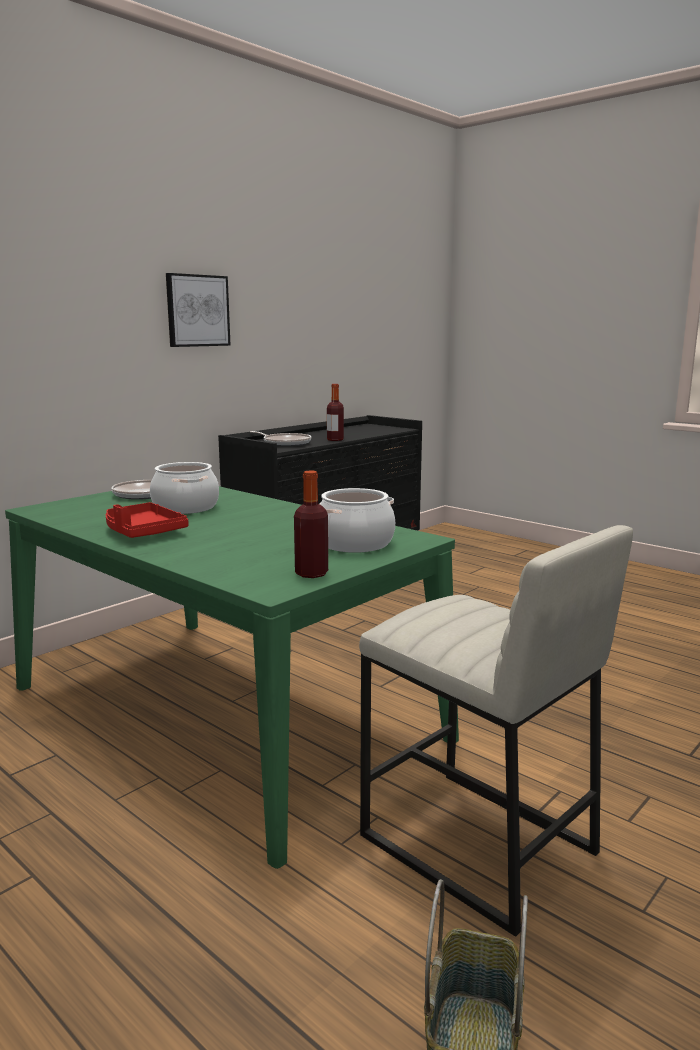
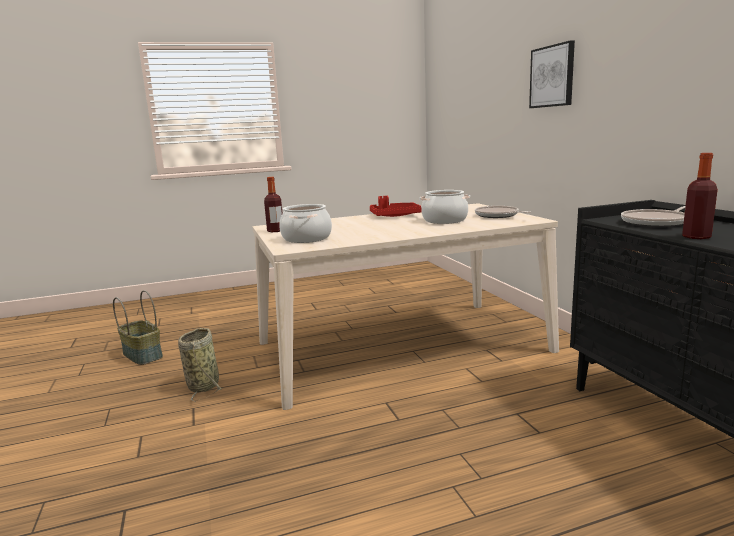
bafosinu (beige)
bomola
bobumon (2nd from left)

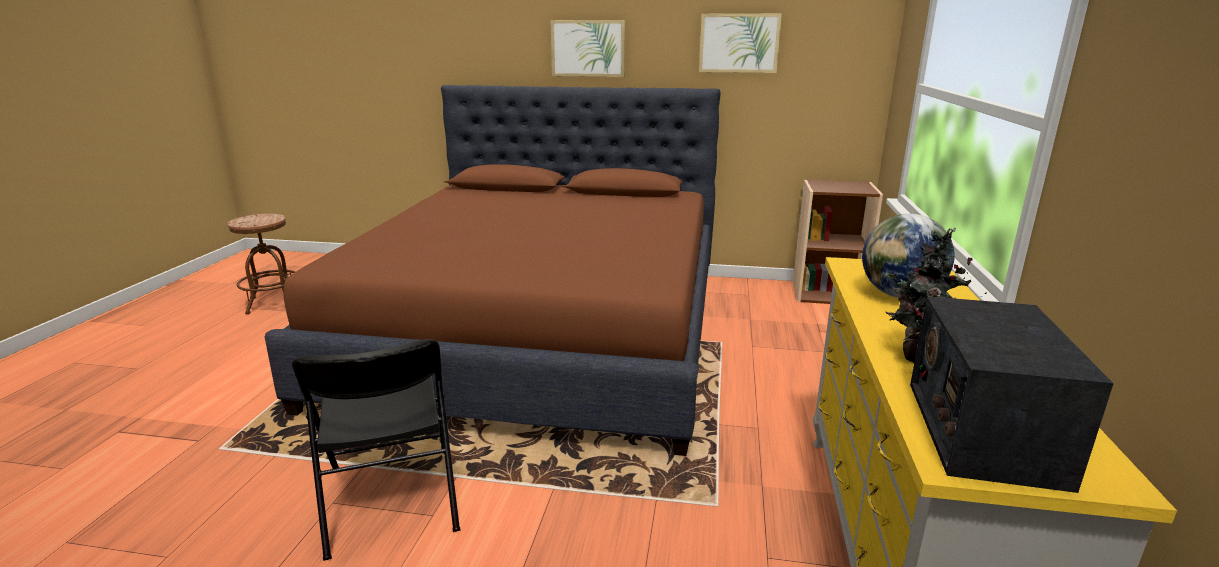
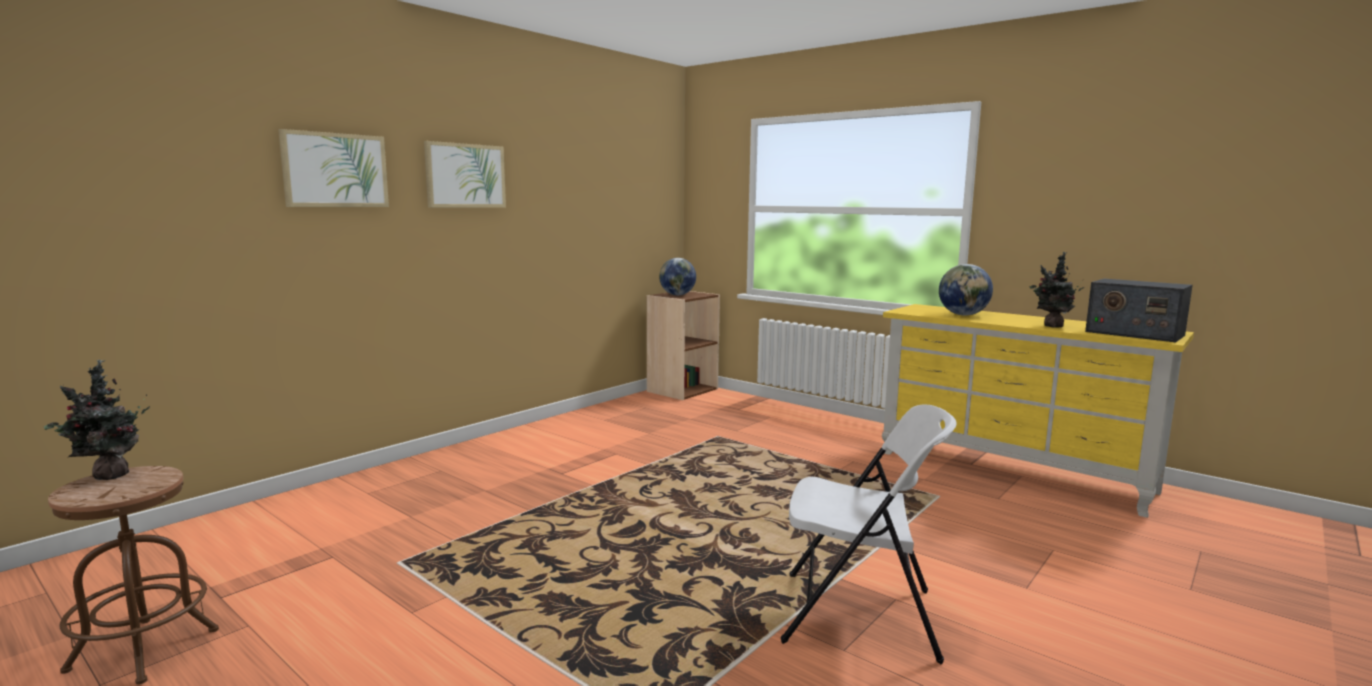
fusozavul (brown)
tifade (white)
bomola (1st from left)
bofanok (1st from left)
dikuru (1st from left)

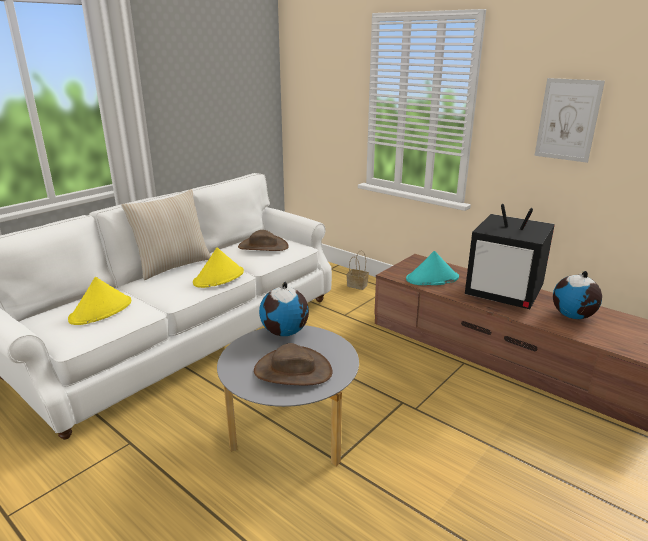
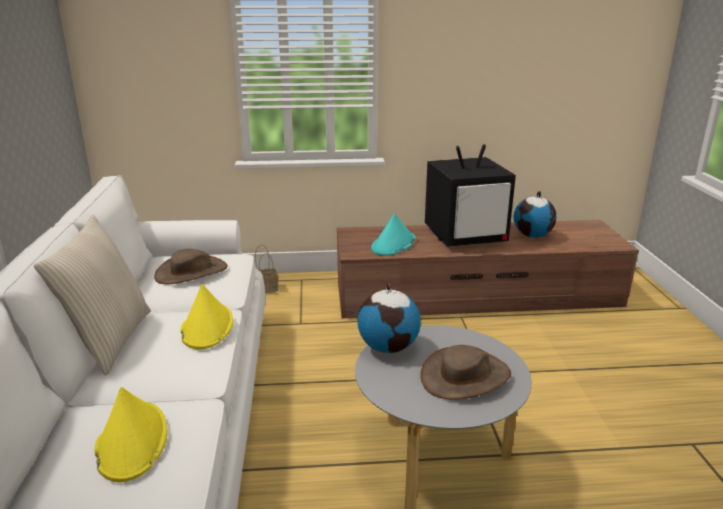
bomola

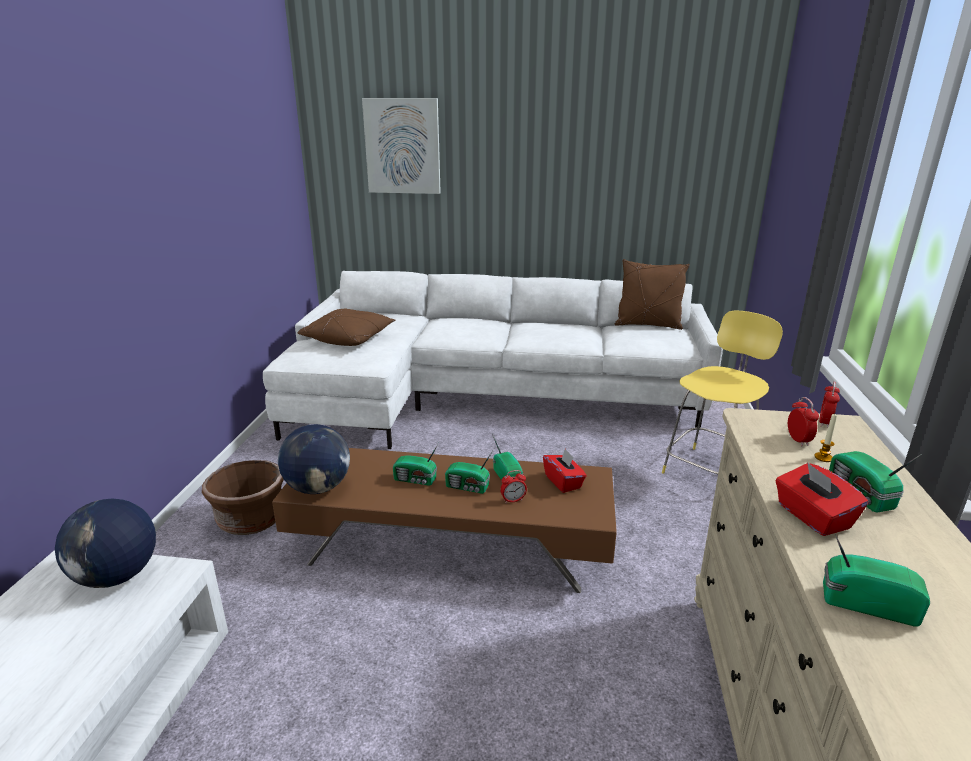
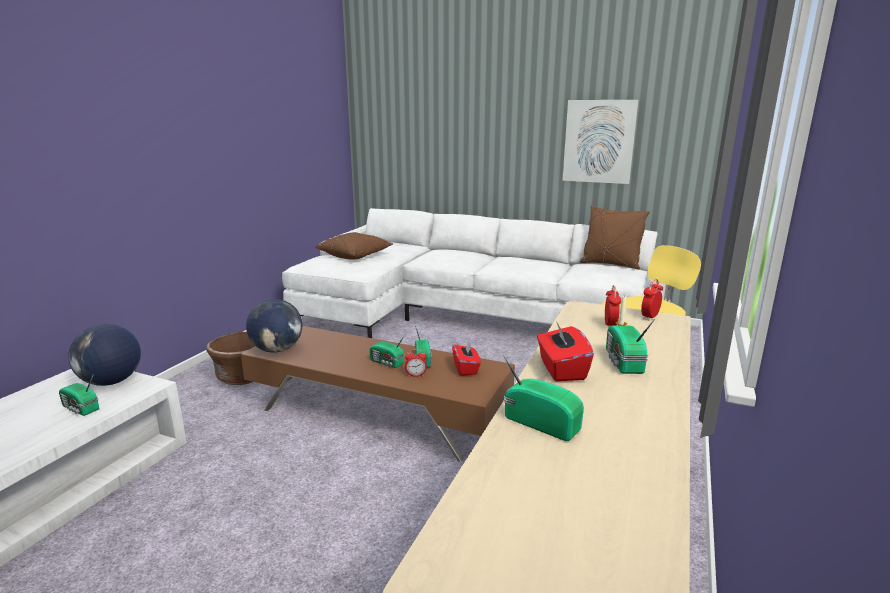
bomola
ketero (1st from left)

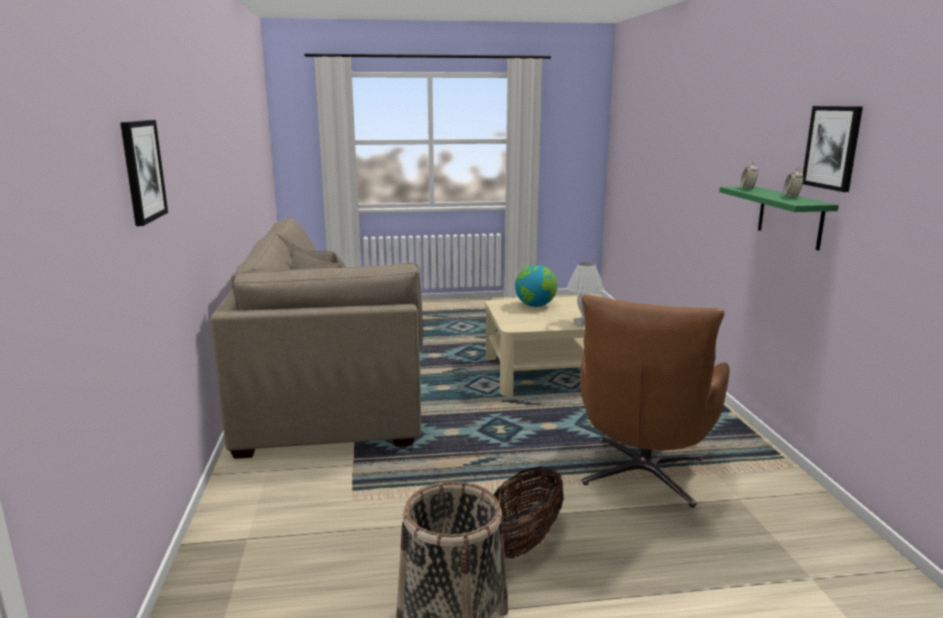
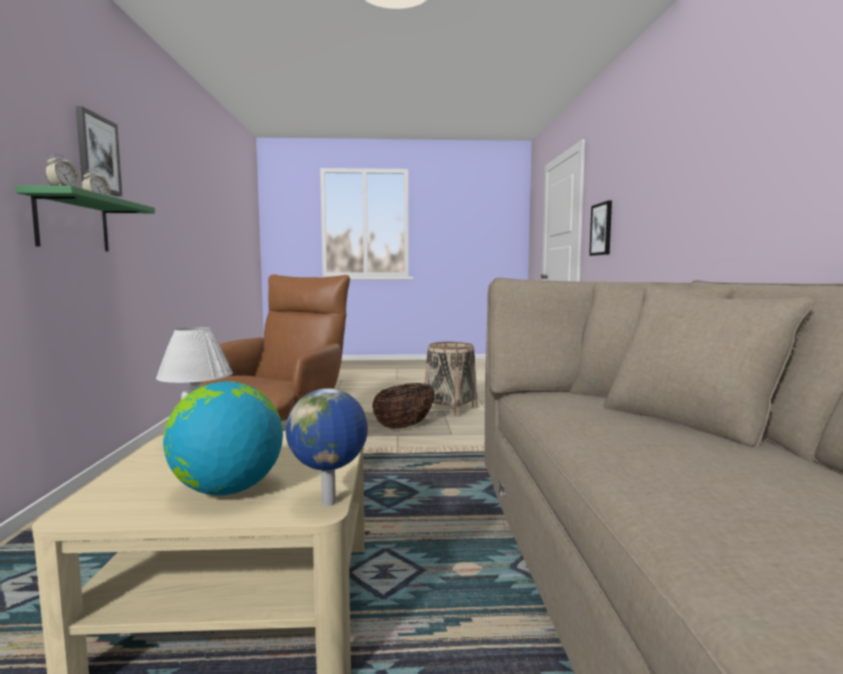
bomola (2nd from left)
dikuru (2nd from left)

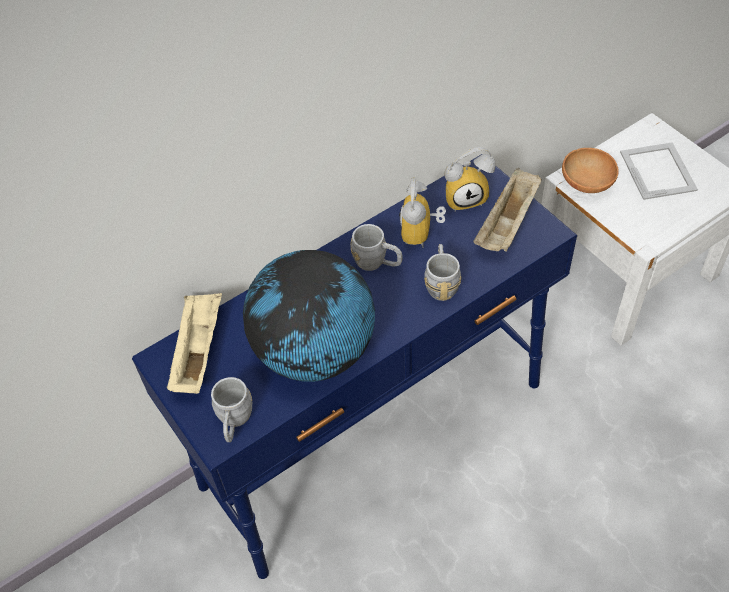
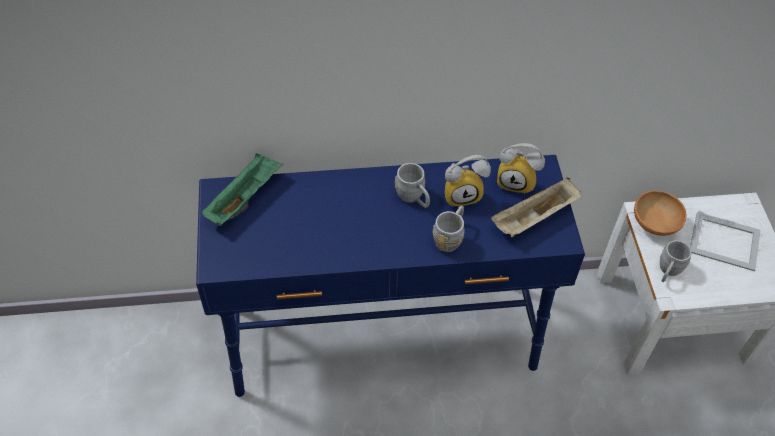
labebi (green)
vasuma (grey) (3rd from left)
dikuru
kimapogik (1st from left)
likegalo

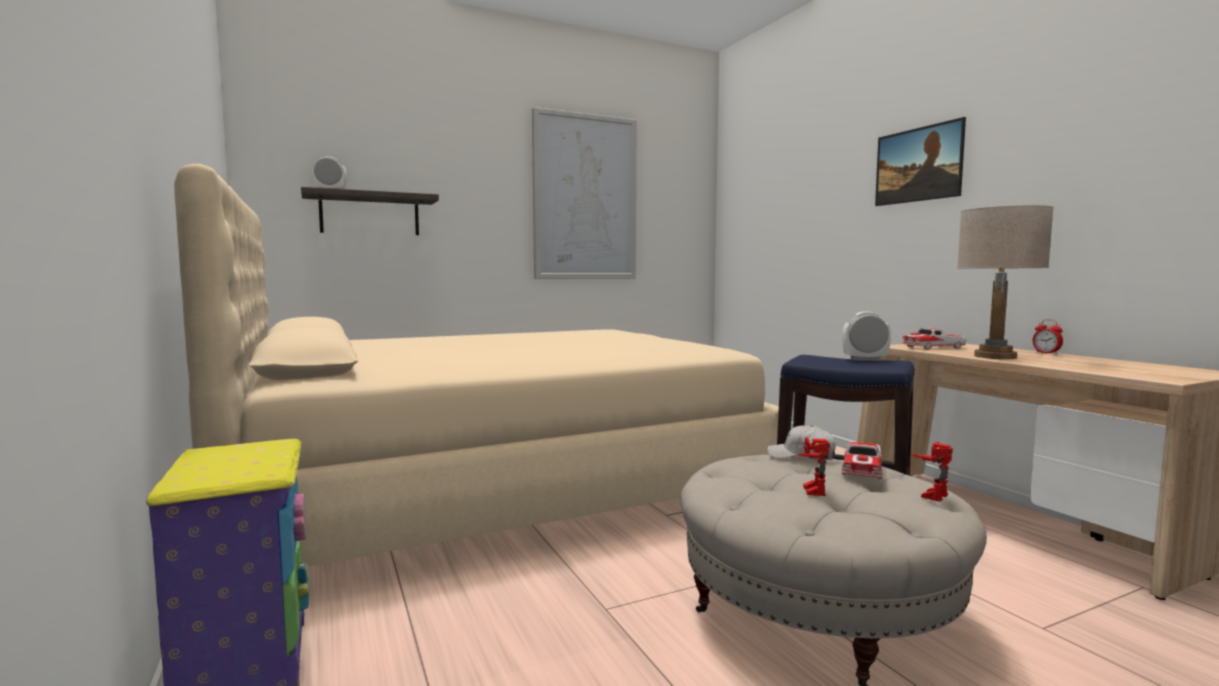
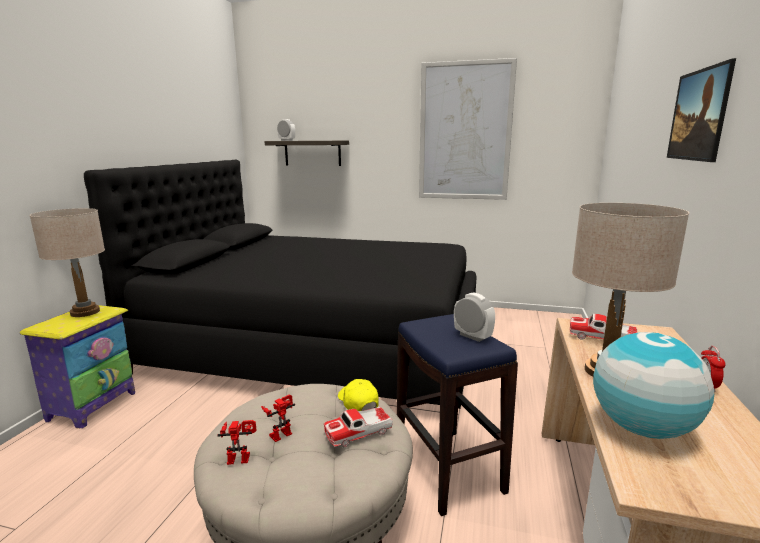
fusozavul (black)
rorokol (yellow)
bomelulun (1st from left)
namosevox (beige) (1st from left)
dikuru

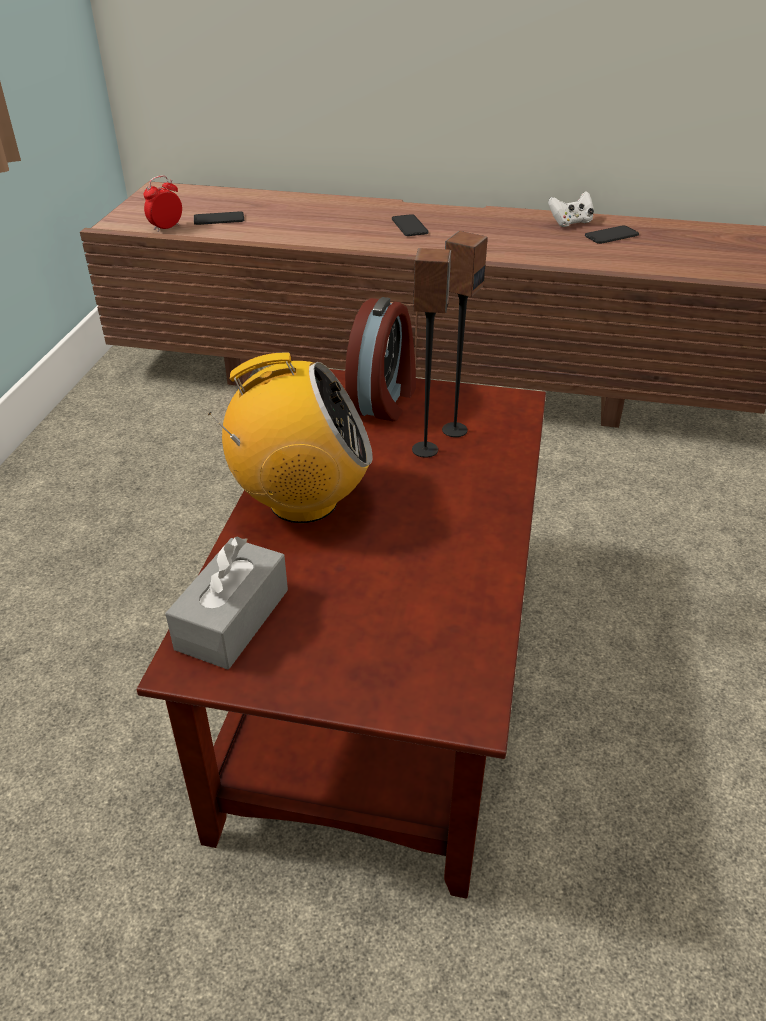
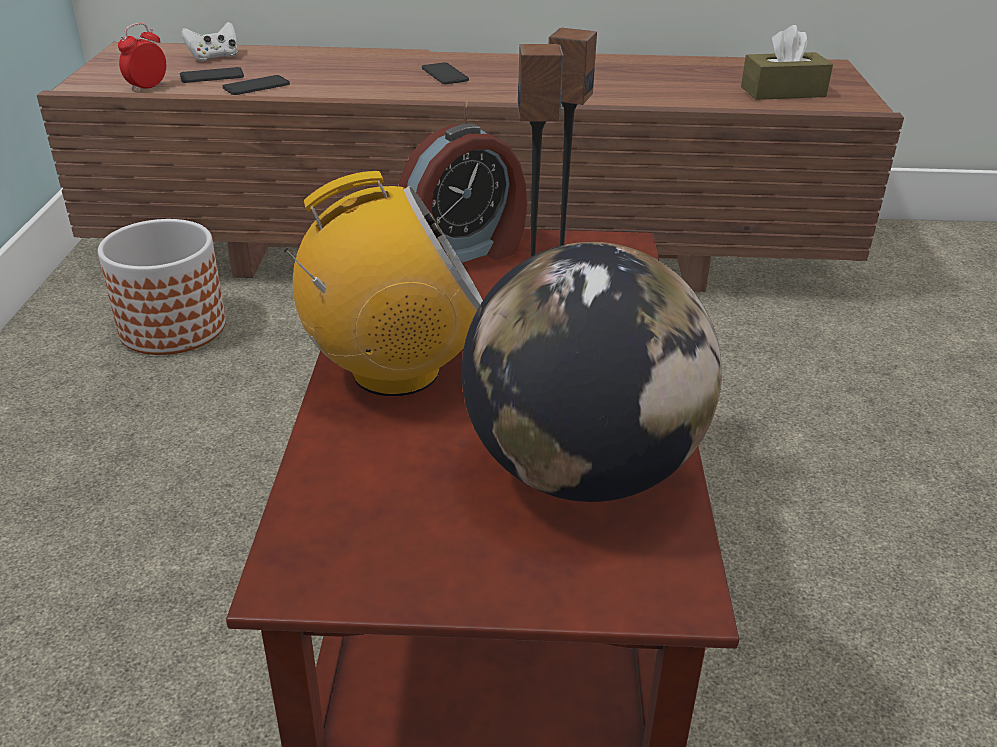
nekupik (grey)
kimapogik (2nd from left)
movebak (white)
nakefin (2nd from left)
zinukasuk
dikuru
nekupik (brown)

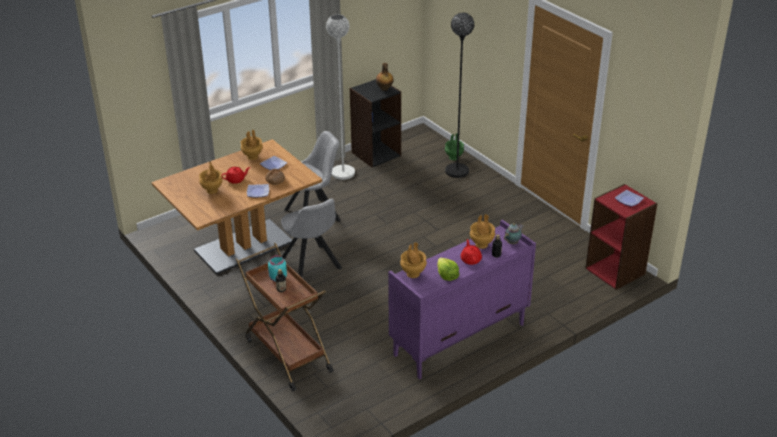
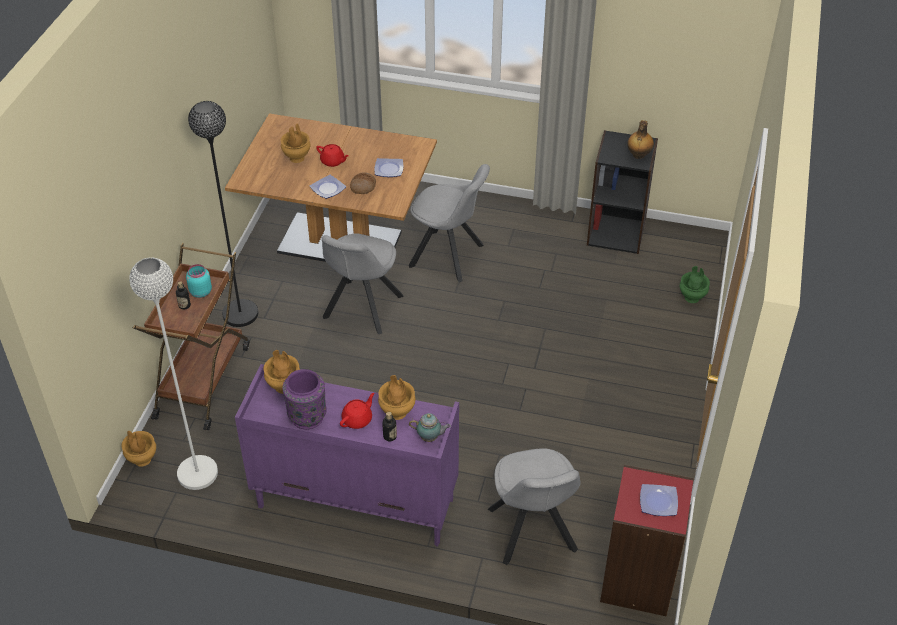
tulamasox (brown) (1st from left)
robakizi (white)
tulamasox (purple)
robakizi (black)
tifade (grey) (3rd from left)

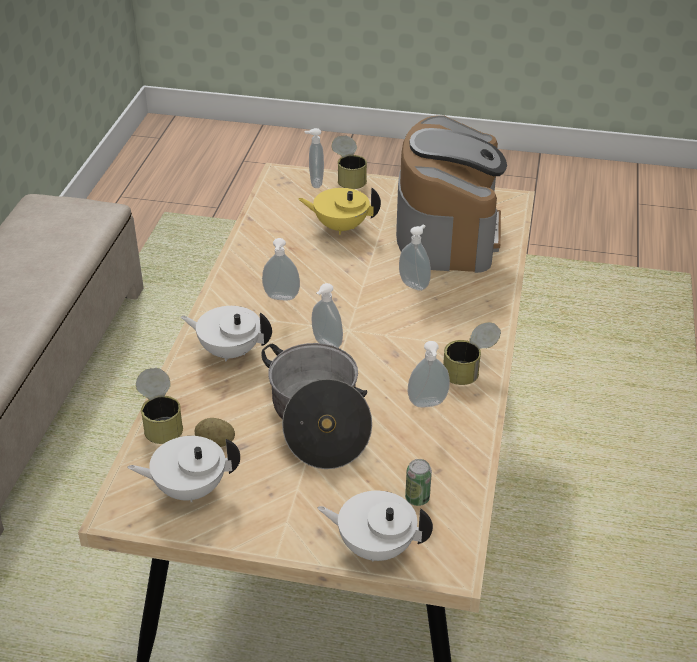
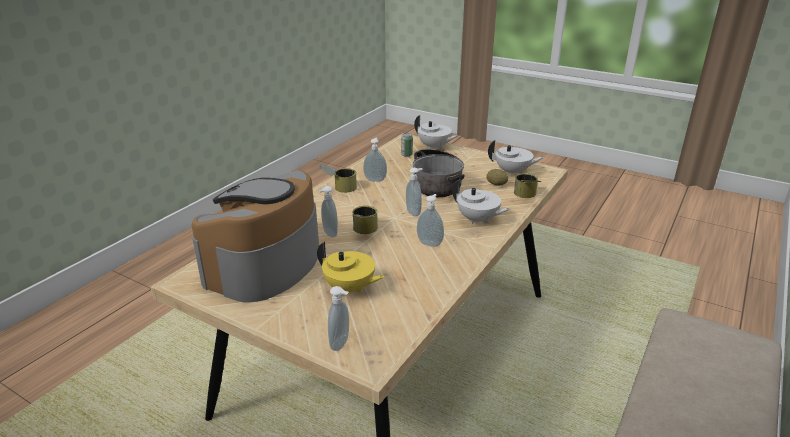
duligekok (2nd from left)

